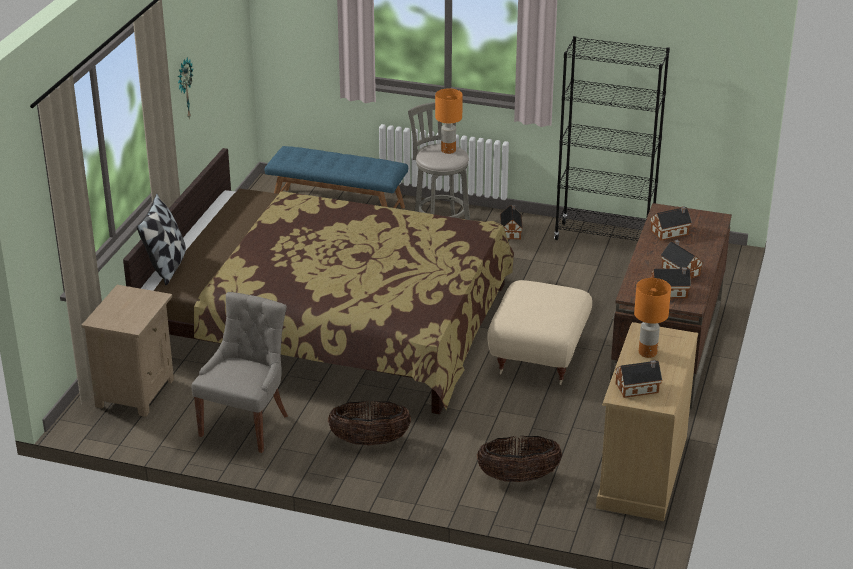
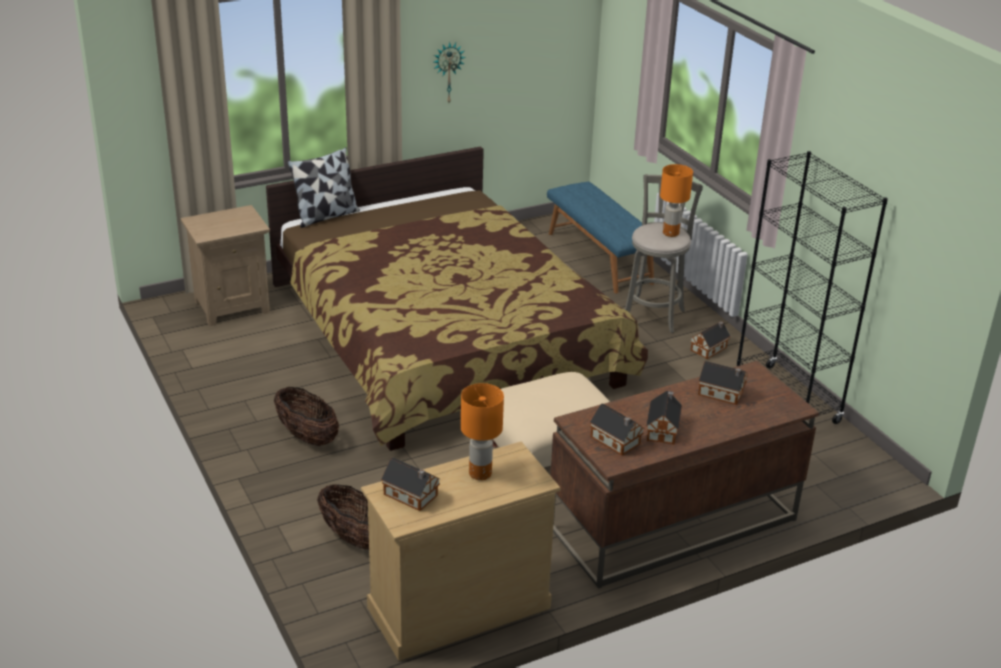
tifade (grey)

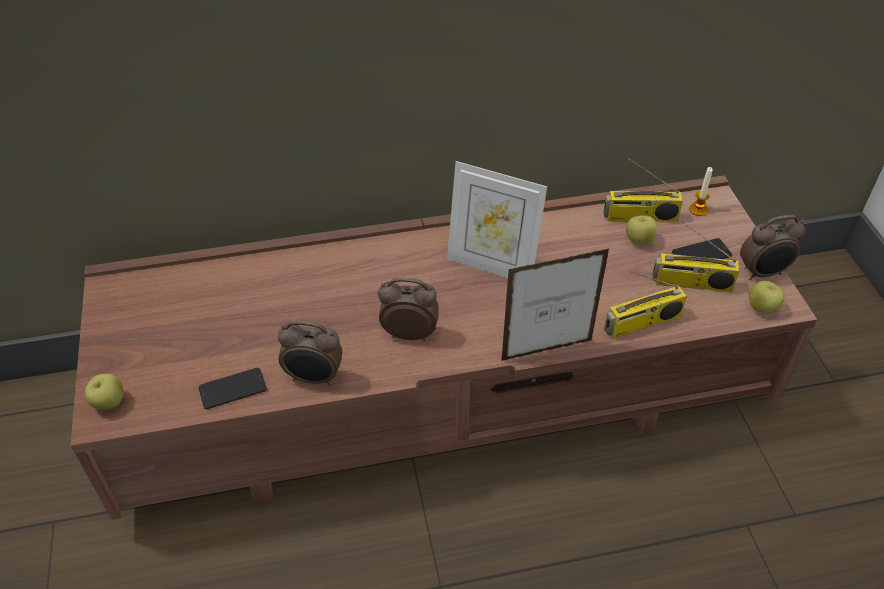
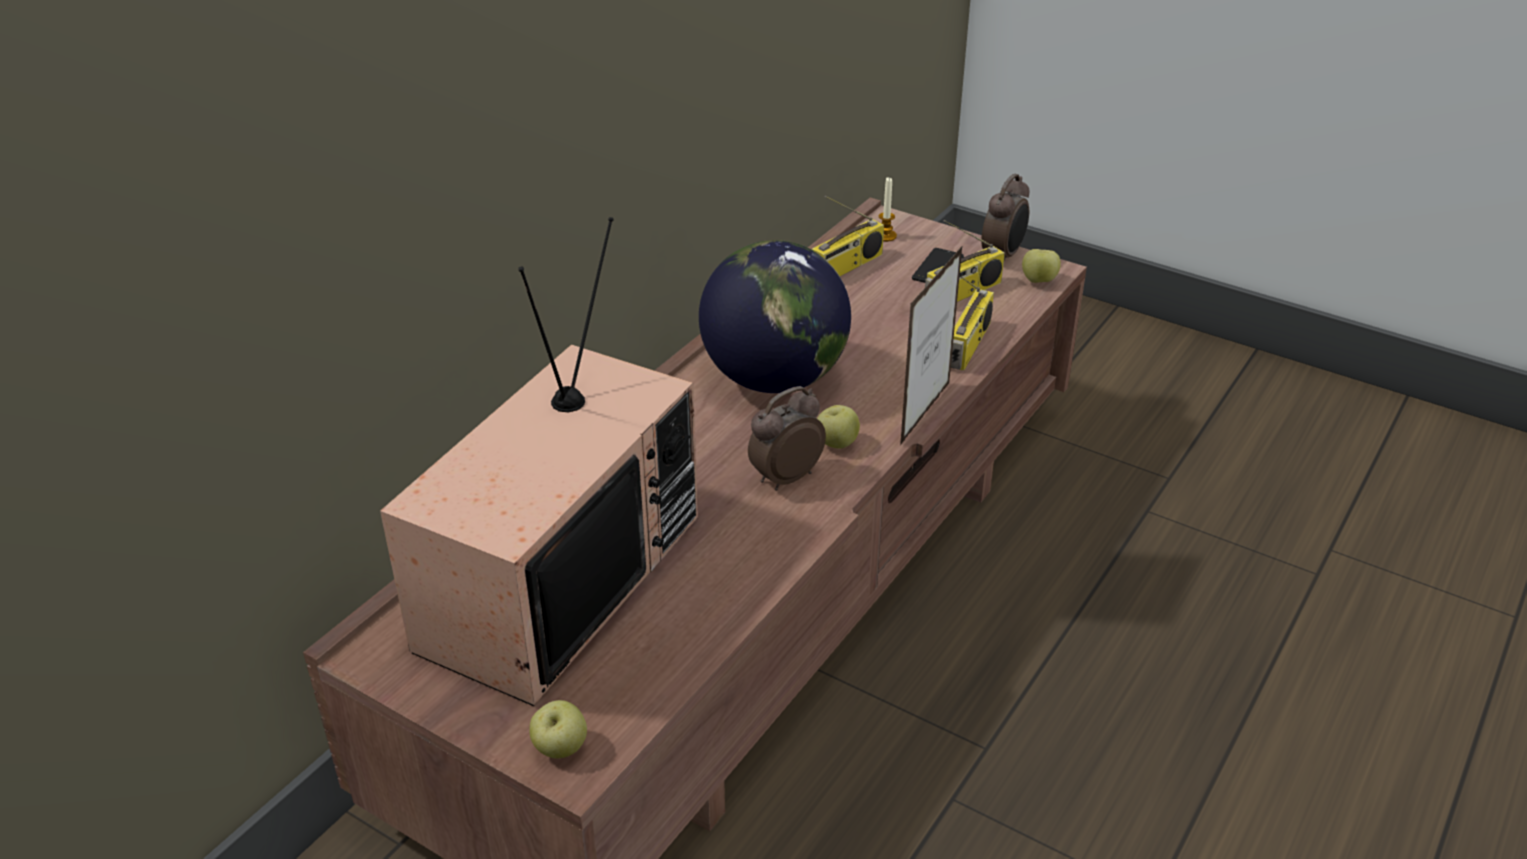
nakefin (1st from left in the first image)
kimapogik (1st from left in the first image)
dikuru
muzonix (2nd from left)
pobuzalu

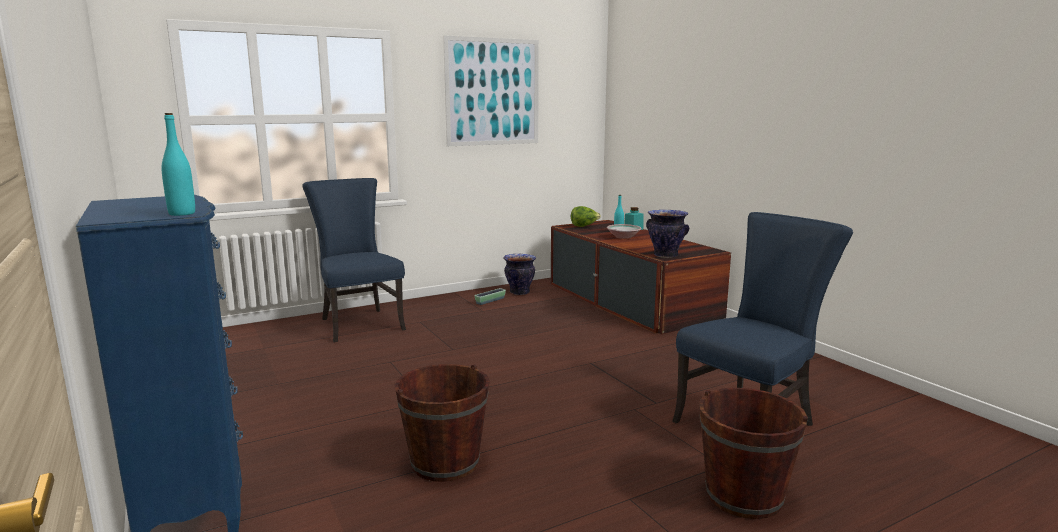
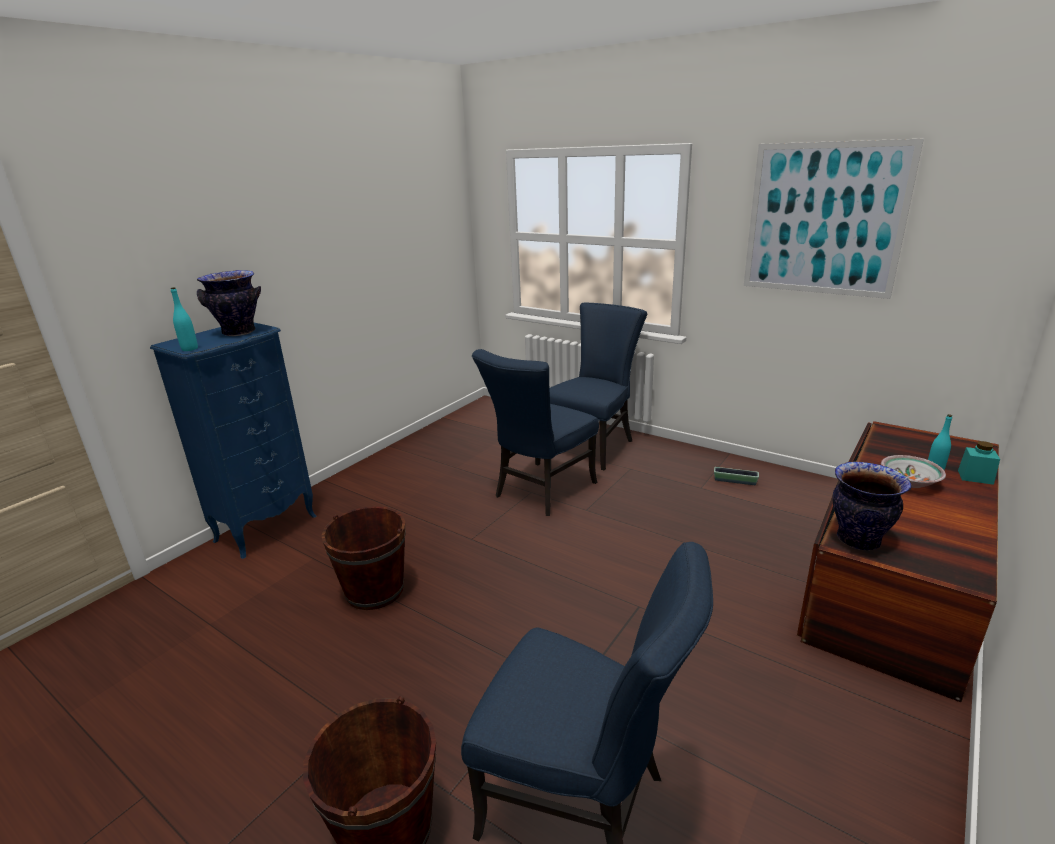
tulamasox (1st from left)
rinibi
tifade (blue) (1st from left)

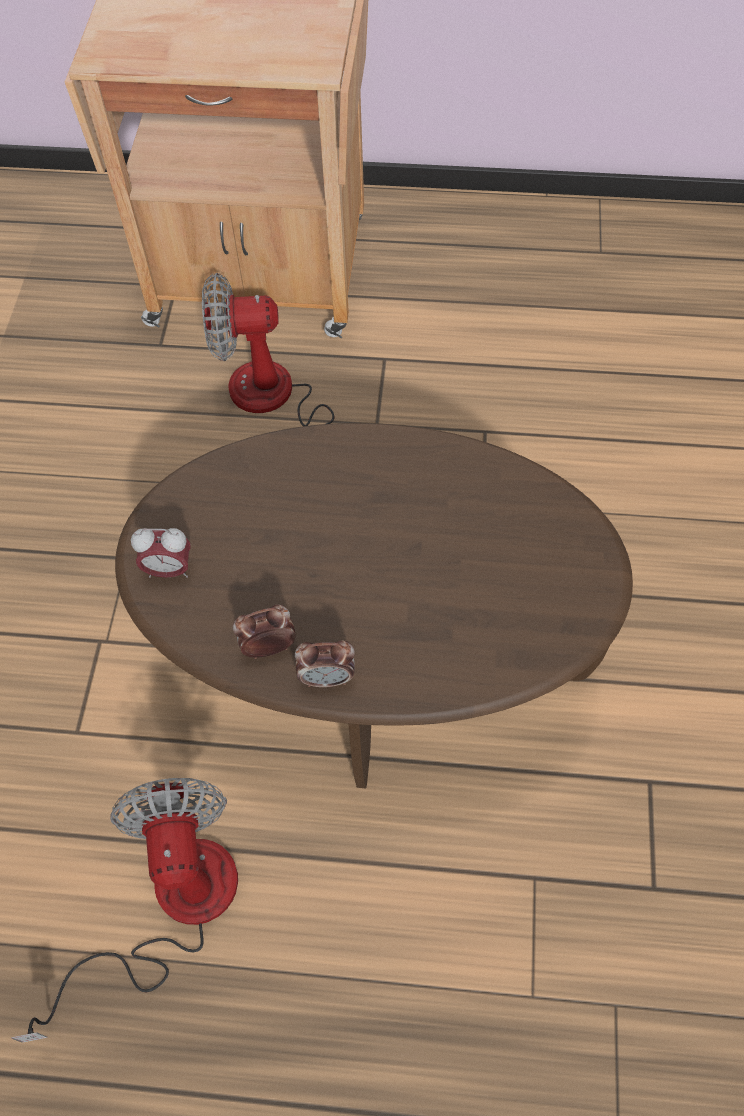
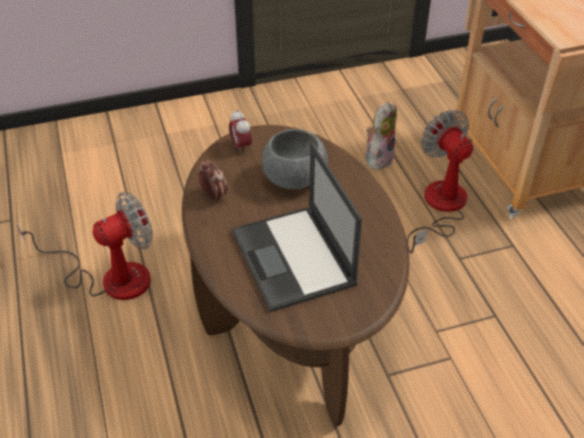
kimapogik (3rd from left in the first image)
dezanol
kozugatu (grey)
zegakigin

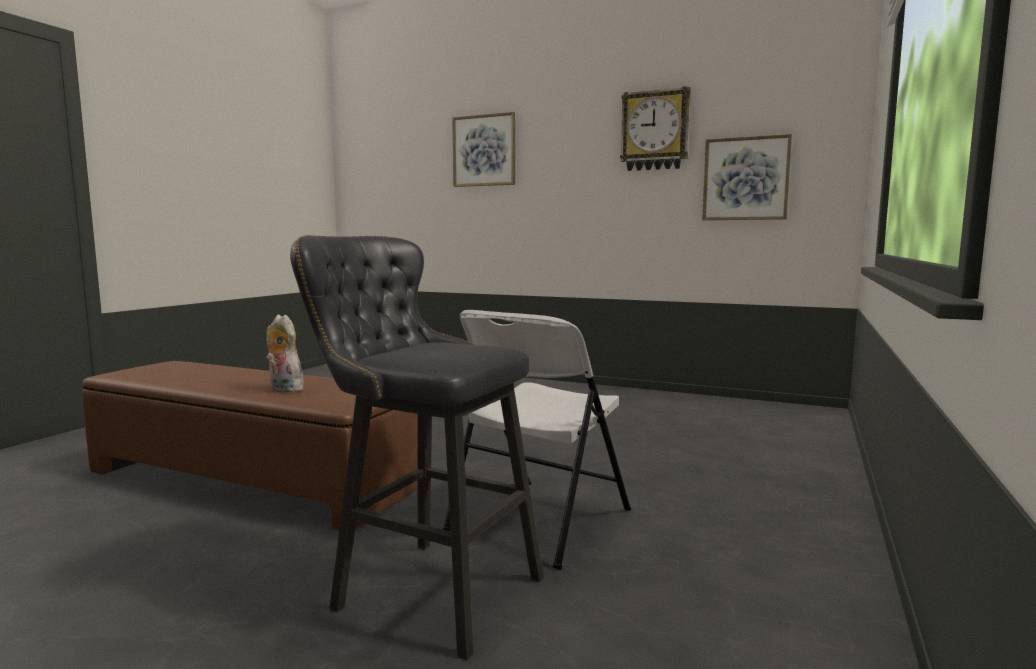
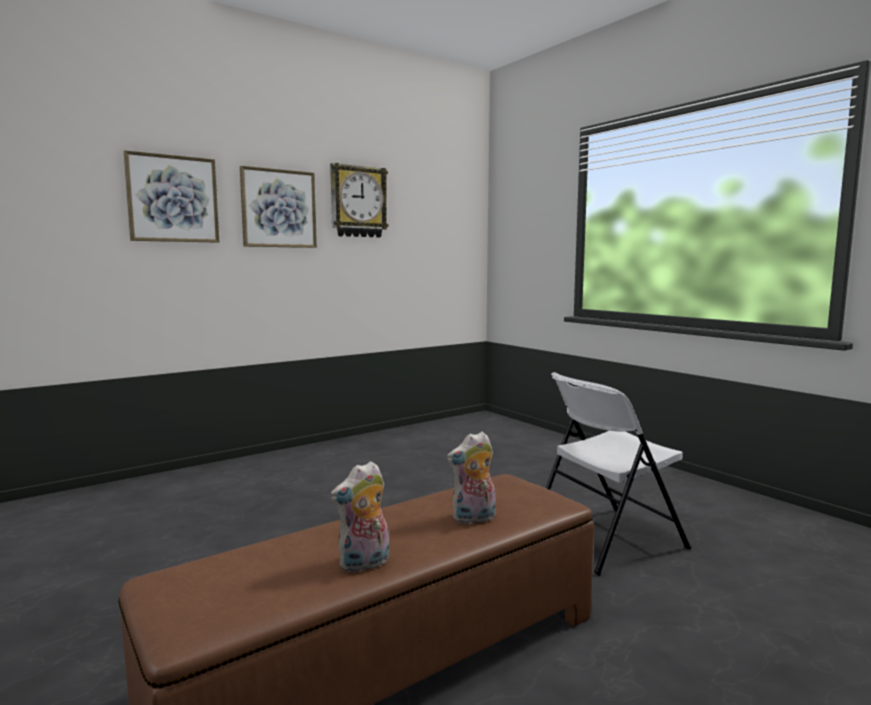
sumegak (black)
tifade (white)
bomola (2nd from left)
zegakigin (1st from left)

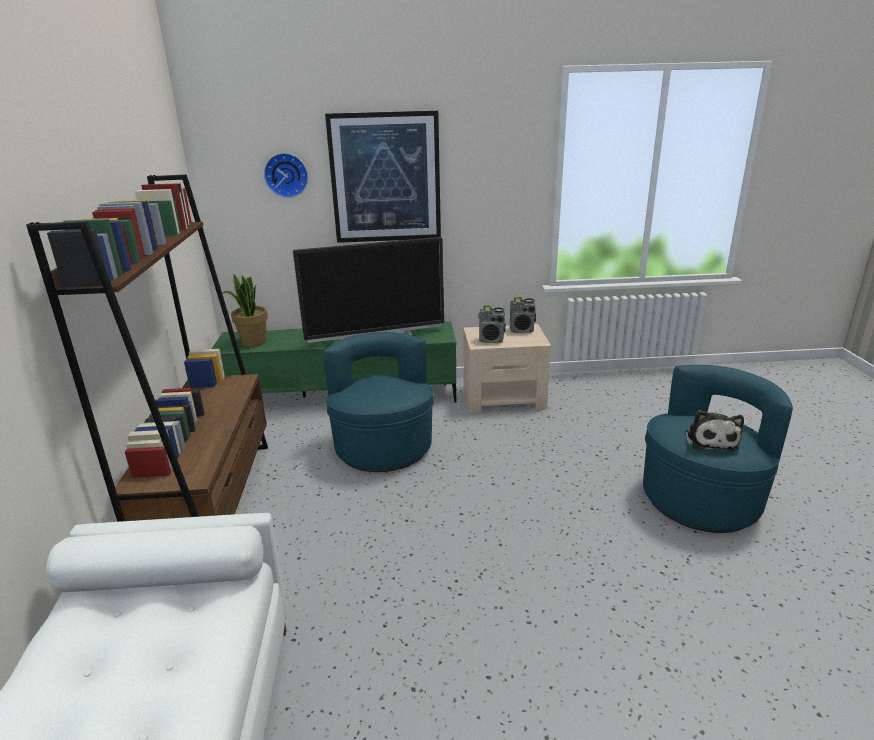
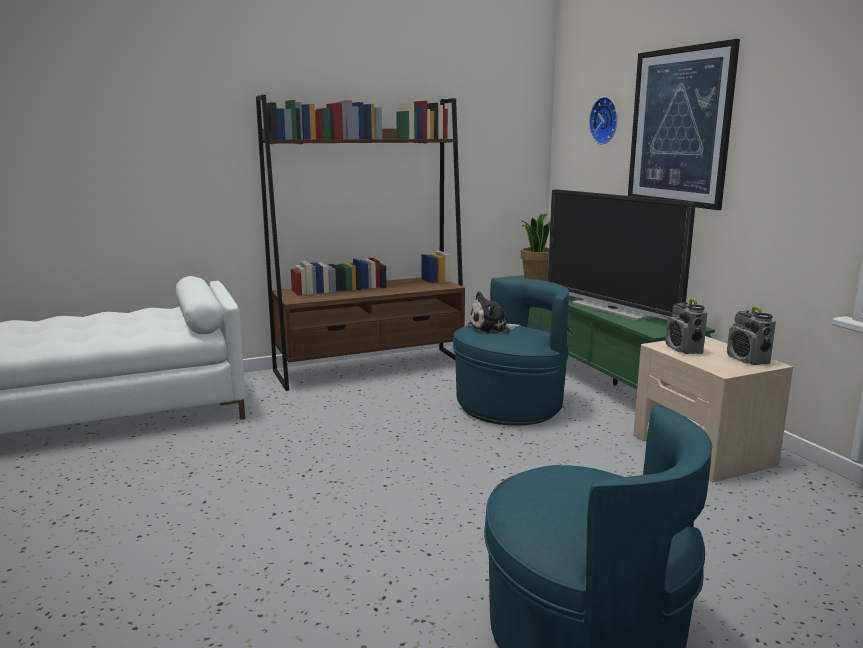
zegakigin

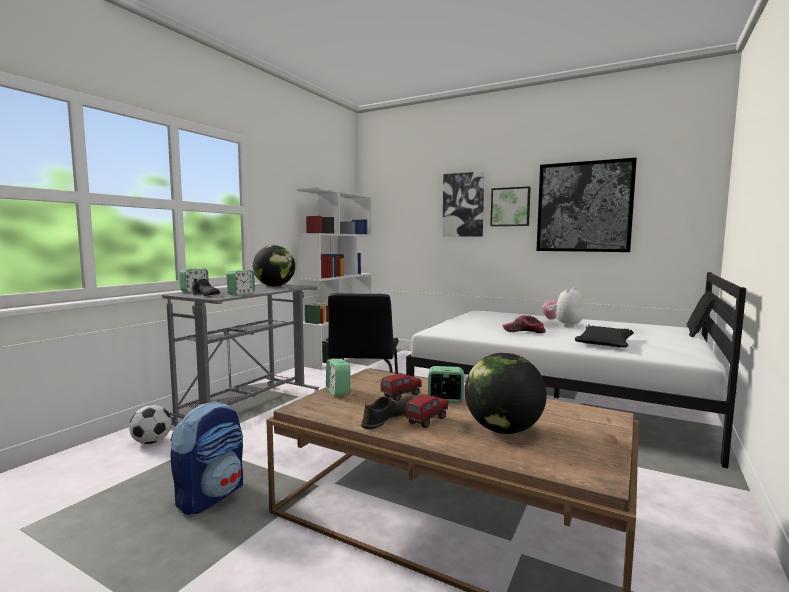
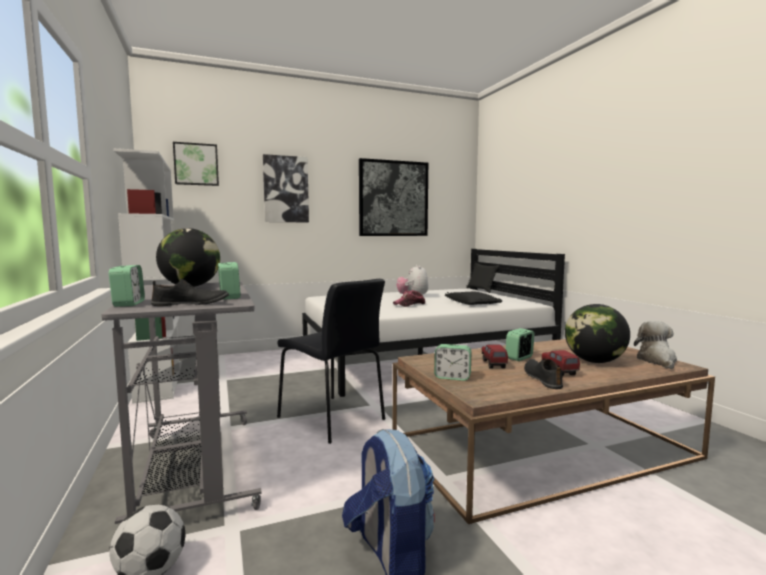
bomola (1st from left)
zegakigin (2nd from left)

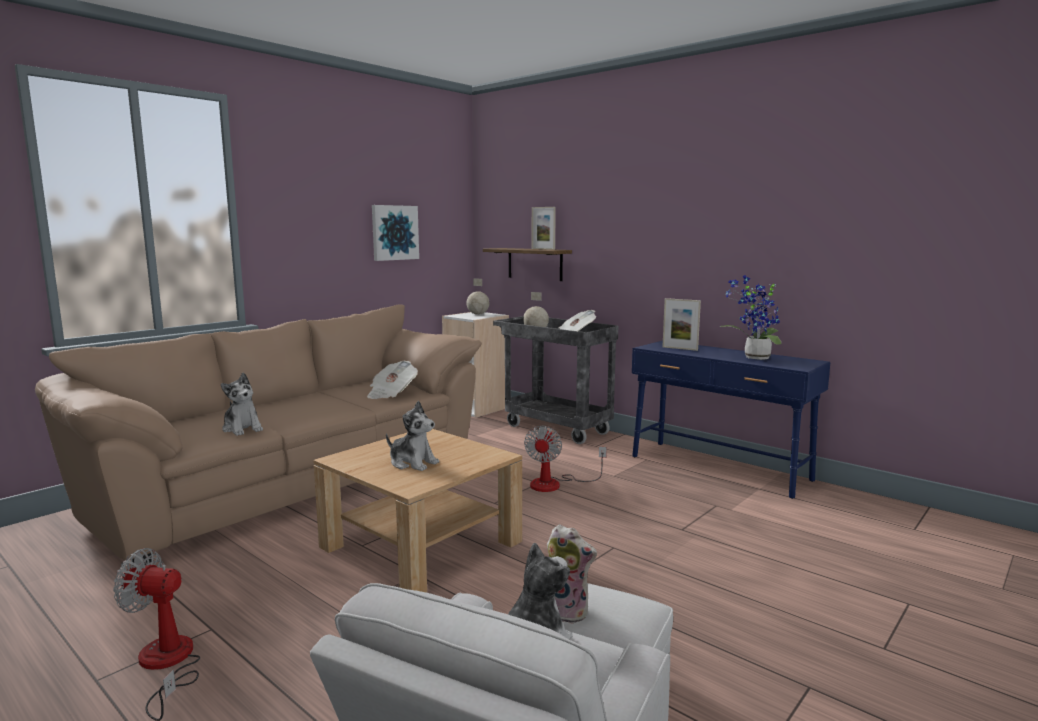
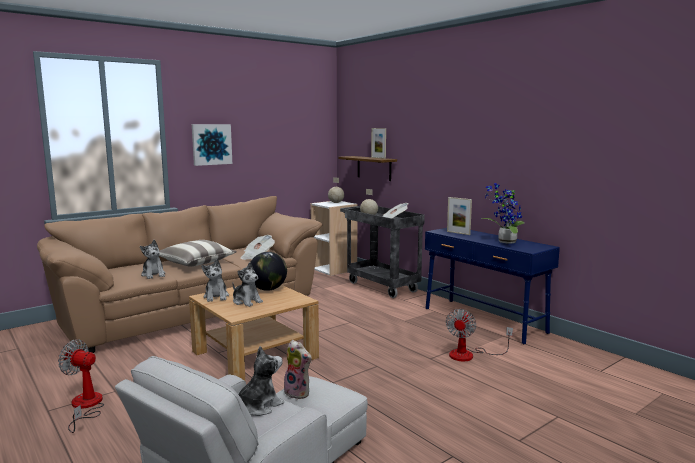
bomola
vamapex (2nd from left)
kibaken
zegakigin (2nd from left)
dikuru (1st from left)

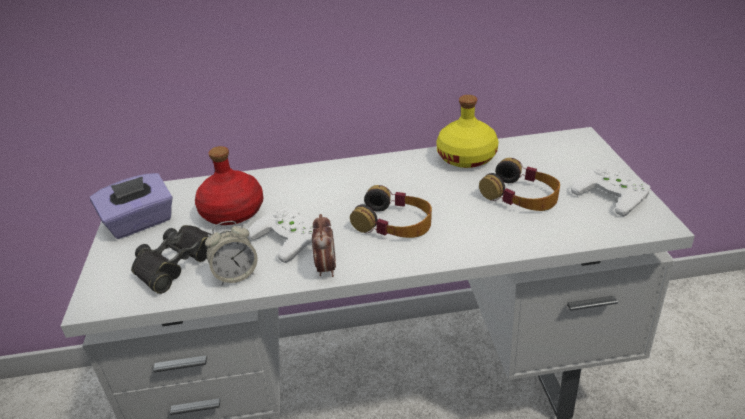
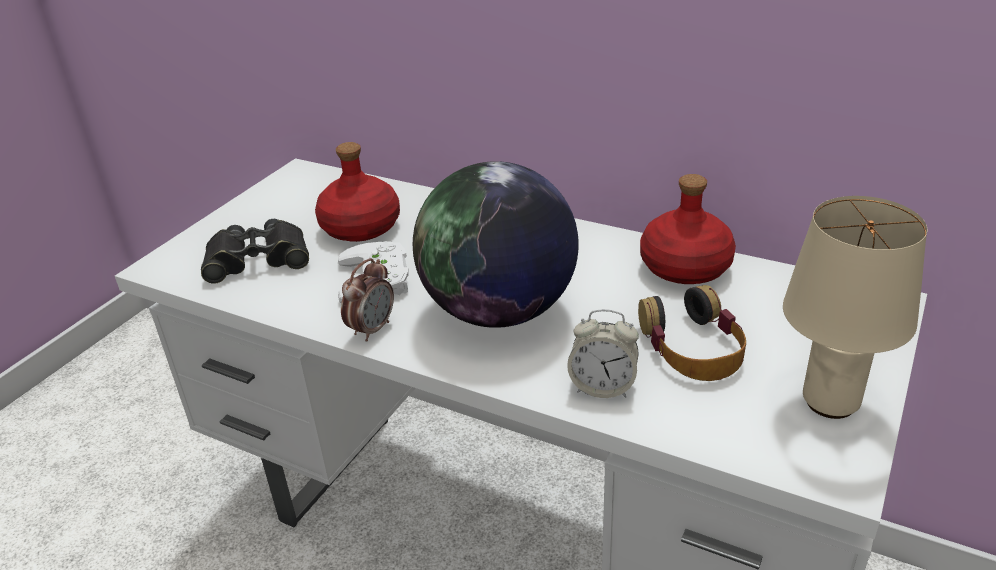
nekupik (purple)
kimapogik (2nd from left)
dikuru
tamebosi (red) (2nd from left)
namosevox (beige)

